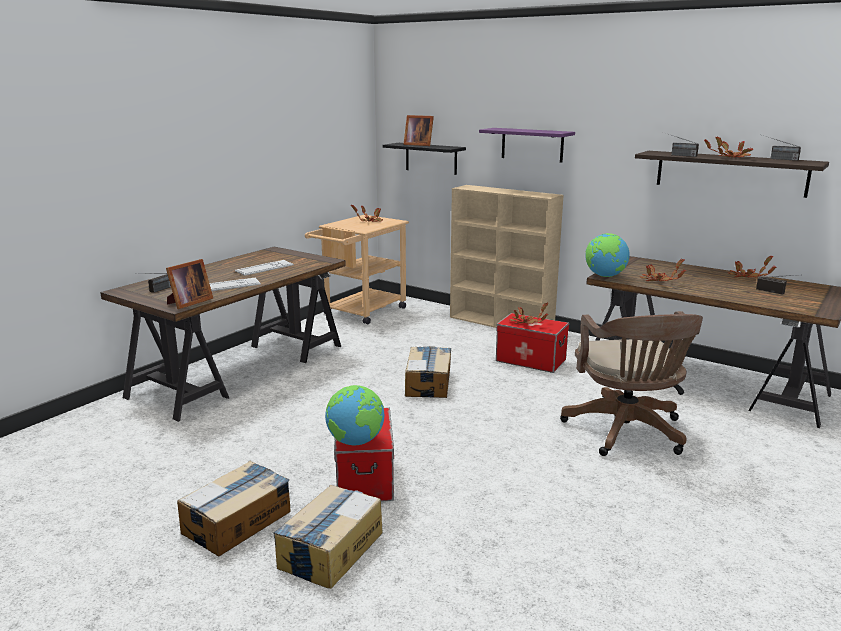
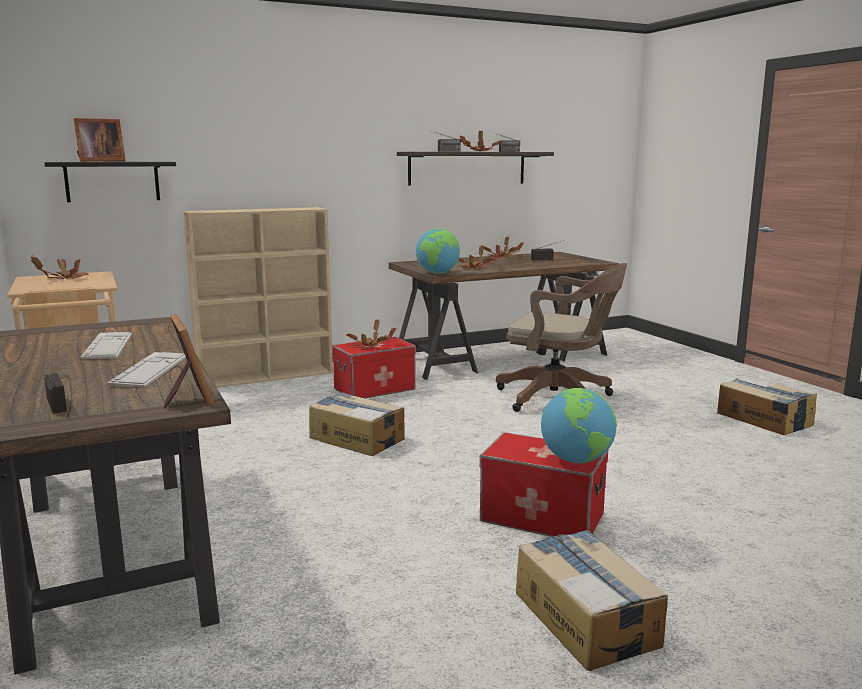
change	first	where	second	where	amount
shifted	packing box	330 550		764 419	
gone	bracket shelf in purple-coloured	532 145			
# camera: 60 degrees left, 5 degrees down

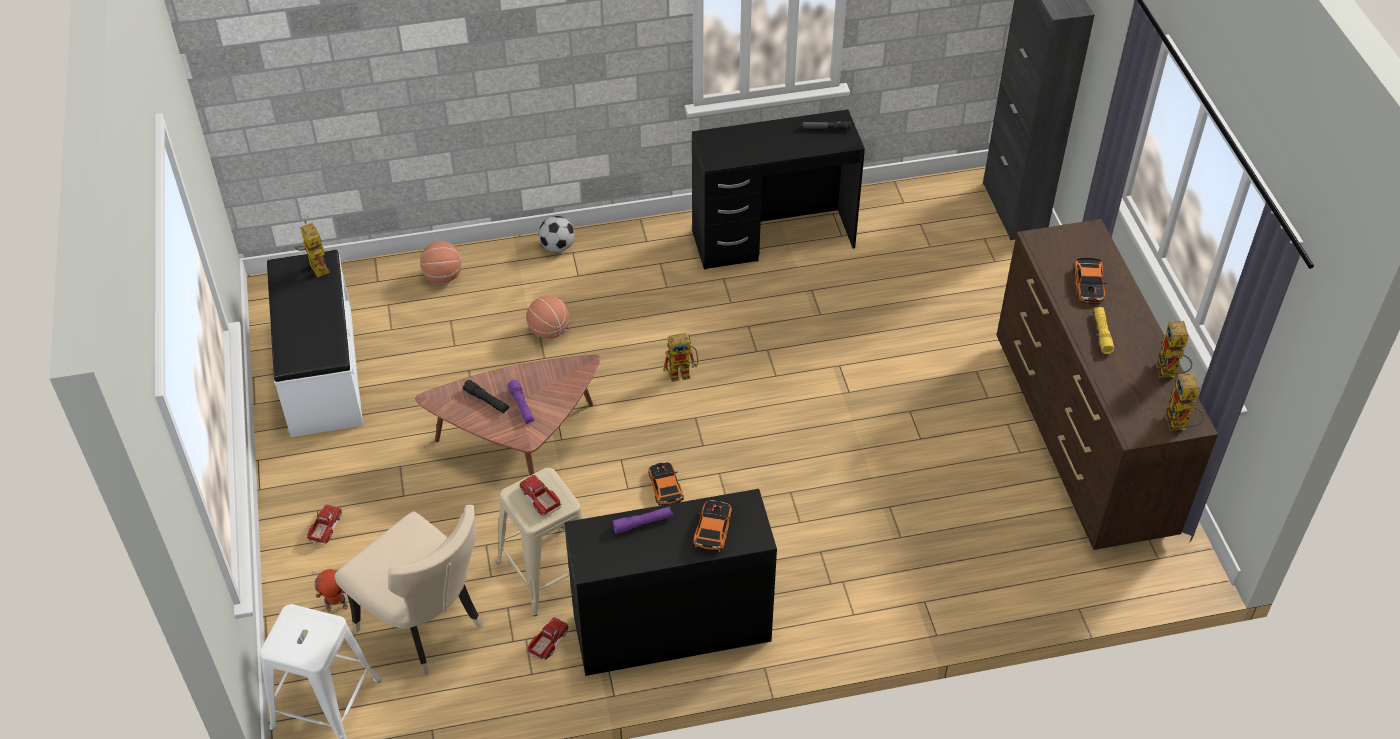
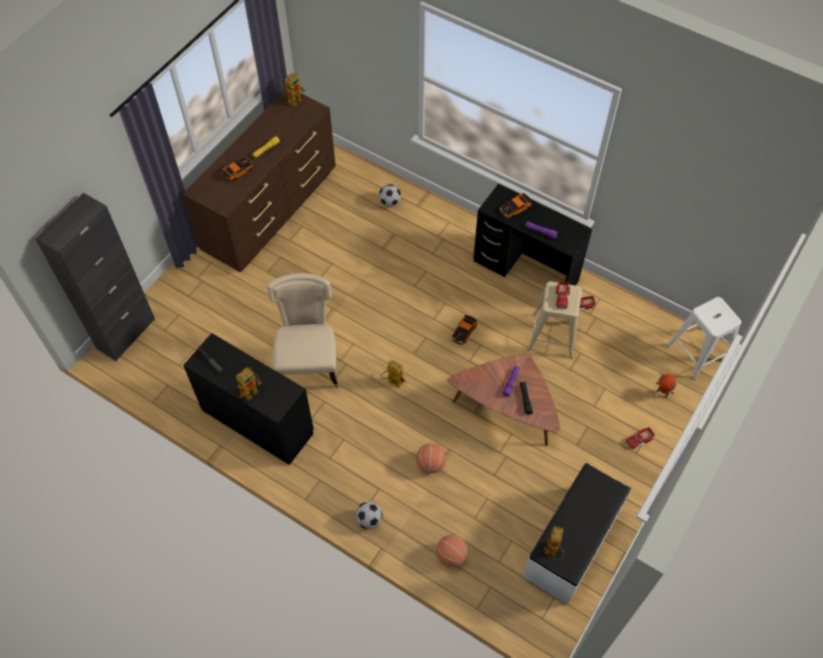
change	first	where	second	where	amount
shifted	robot figure	1168 373		252 389	
shifted	chair in sand-coloured	426 627		309 364	
new			football	390 202	
# camera: 135 degrees left, 10 degrees up

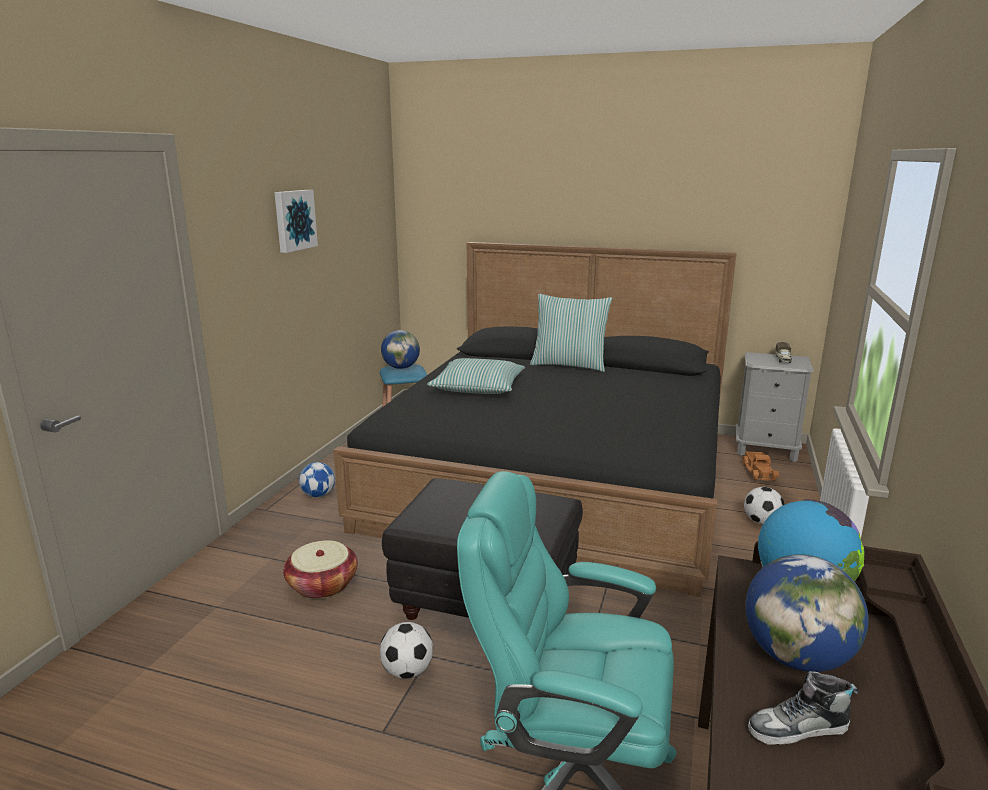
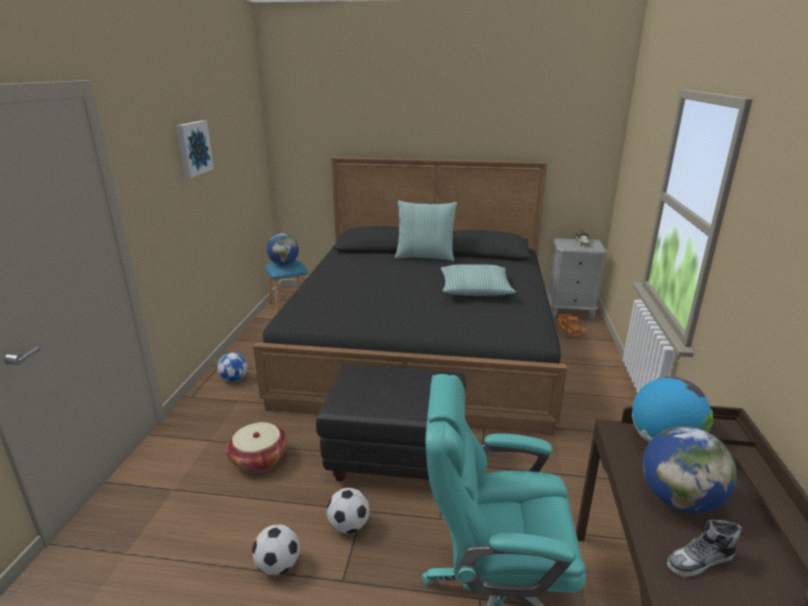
change	first	where	second	where	amount
shifted	football	762 522		278 566	
shifted	pillow	478 388		475 289	
# camera: 10 degrees left, 5 degrees up

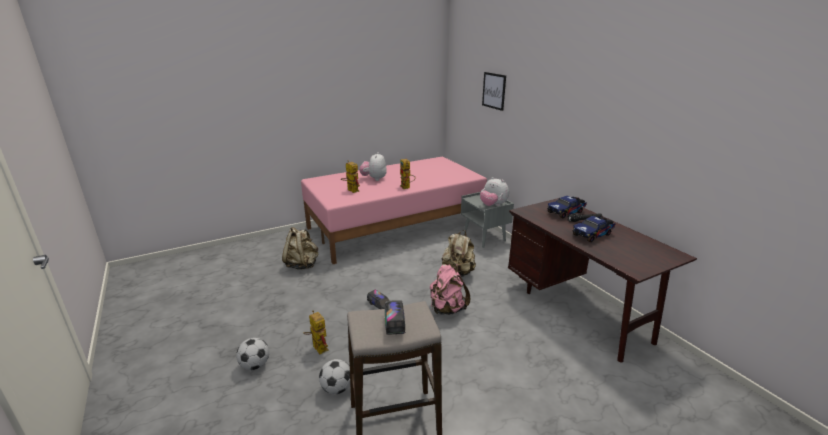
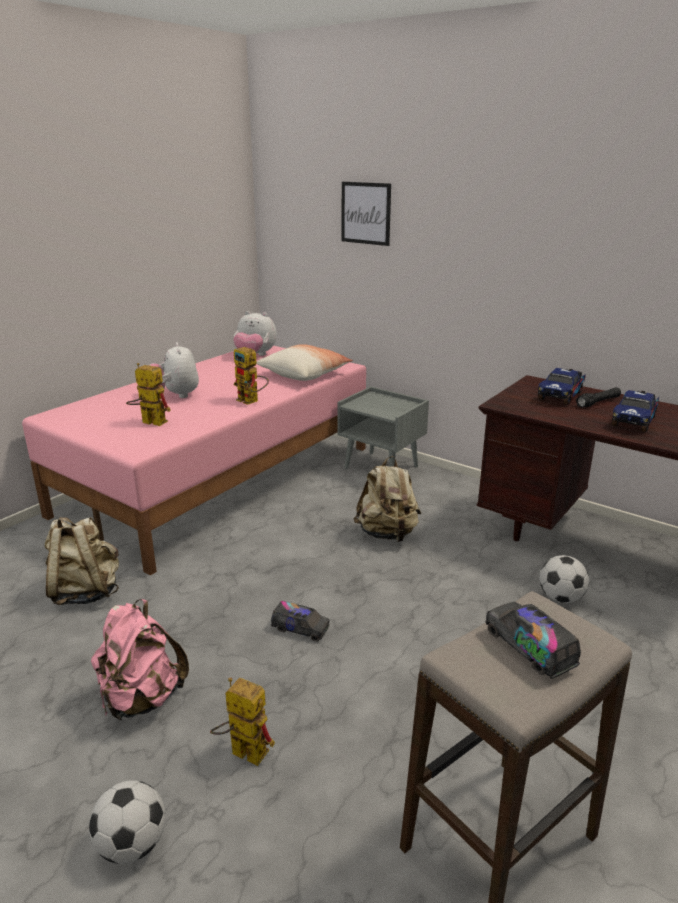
change	first	where	second	where	amount
shifted	backpack in pink	447 309		141 698	
shifted	plush toy	493 205		255 356	
new			pillow	305 374	
shifted	football	337 388		560 598	
# camera: 25 degrees left, 0 degrees up

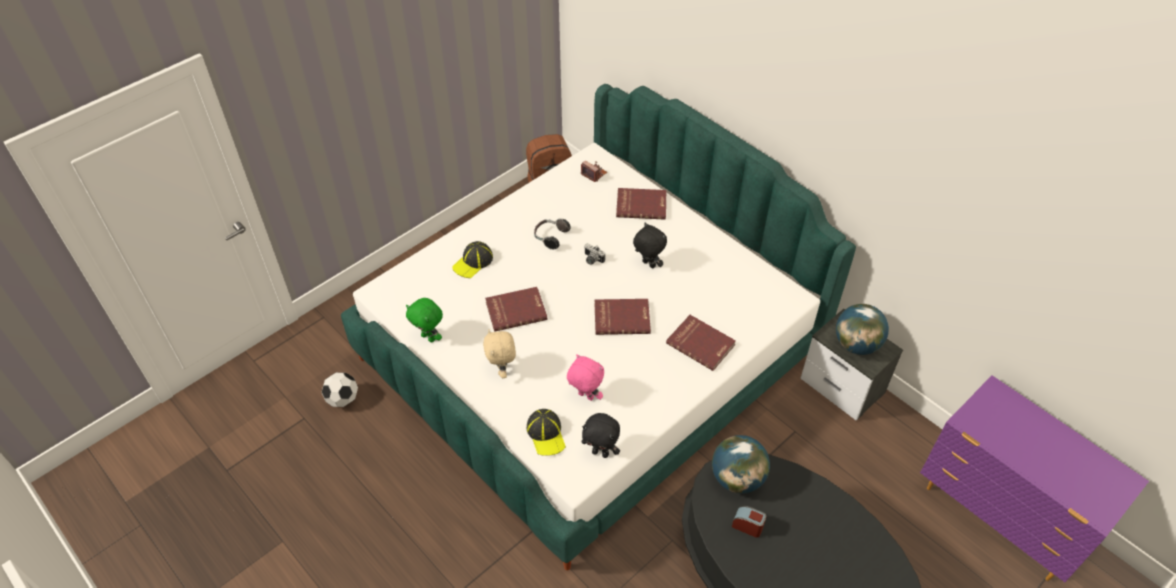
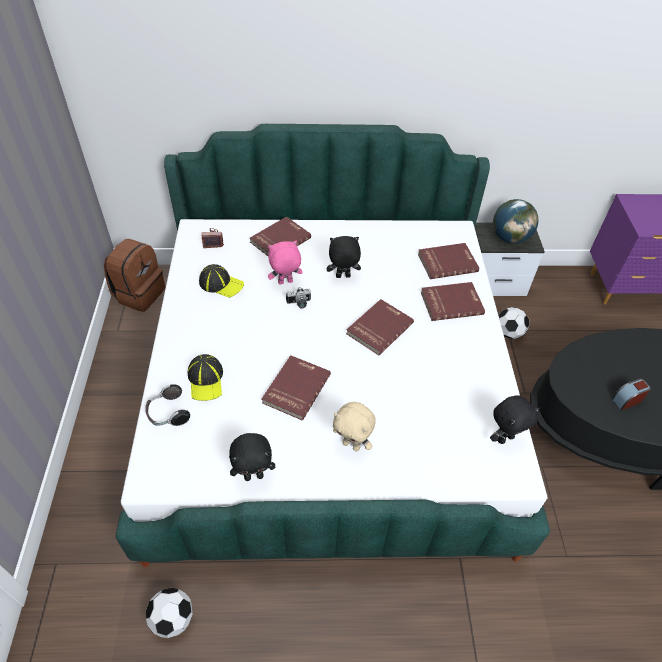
change	first	where	second	where	amount
shifted	headset	550 237		168 413	
shifted	peaked cap	546 434		221 284	
repainted	plush toy in greenish	429 337	plush toy in blackish	254 475	
shifted	plush toy in pink	585 396		285 283	
new			bound book in red	447 262	
new			football	508 333	
gone	desk globe	737 478			
# camera: 50 degrees left, 0 degrees up

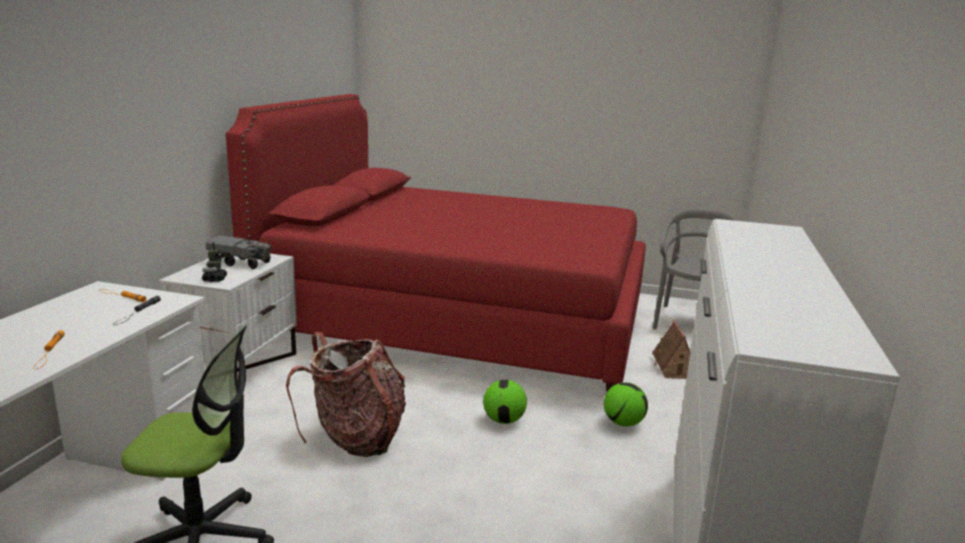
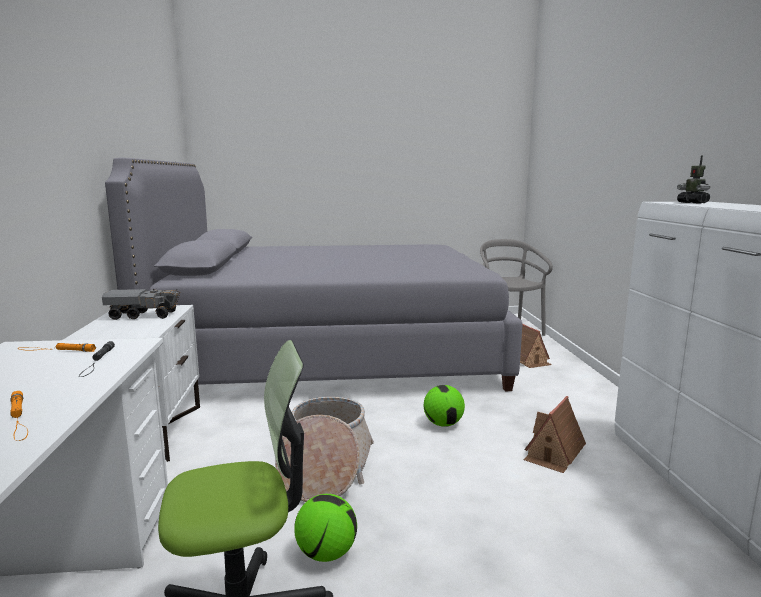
change	first	where	second	where	amount
repainted	sleeping bed in red	459 320	sleeping bed in grey	330 354	
swapped	backpack	356 437	basket	325 468	
shifted	football	623 423		327 553	
new			model house	553 453	
shifted	robot figure	215 279		692 203	
# camera: 20 degrees left, 5 degrees down

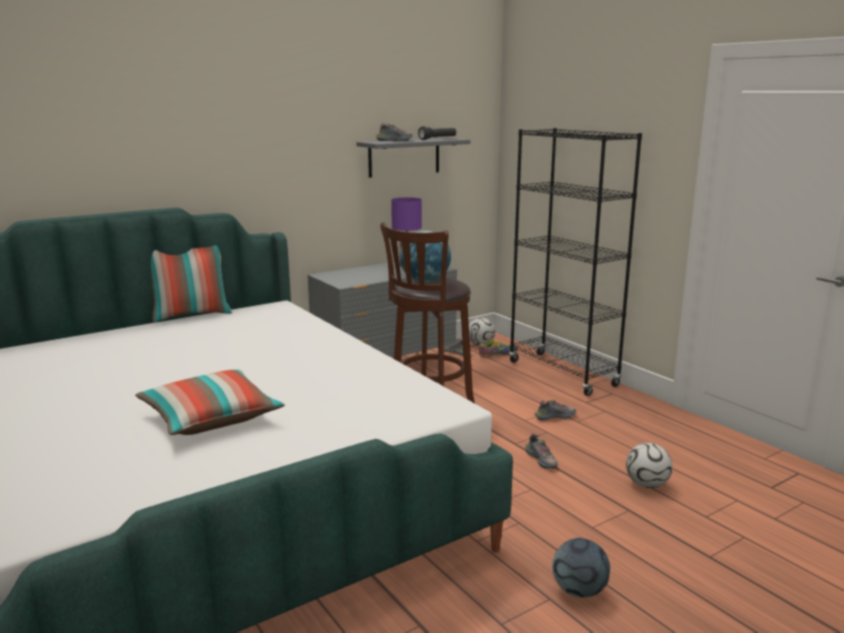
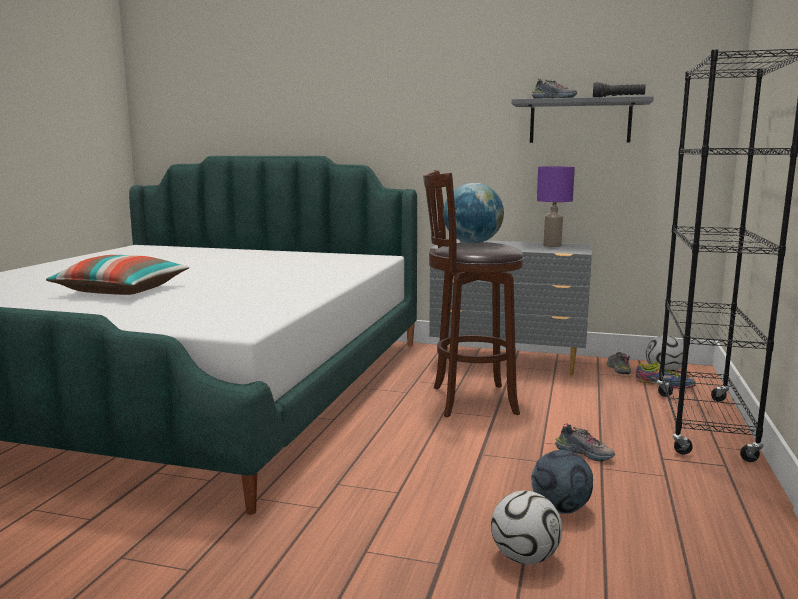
change	first	where	second	where	amount
shifted	football	579 590		560 508	
gone	pillow	191 315			
gone	item of footwear	542 460			
# camera: 50 degrees right, 5 degrees down

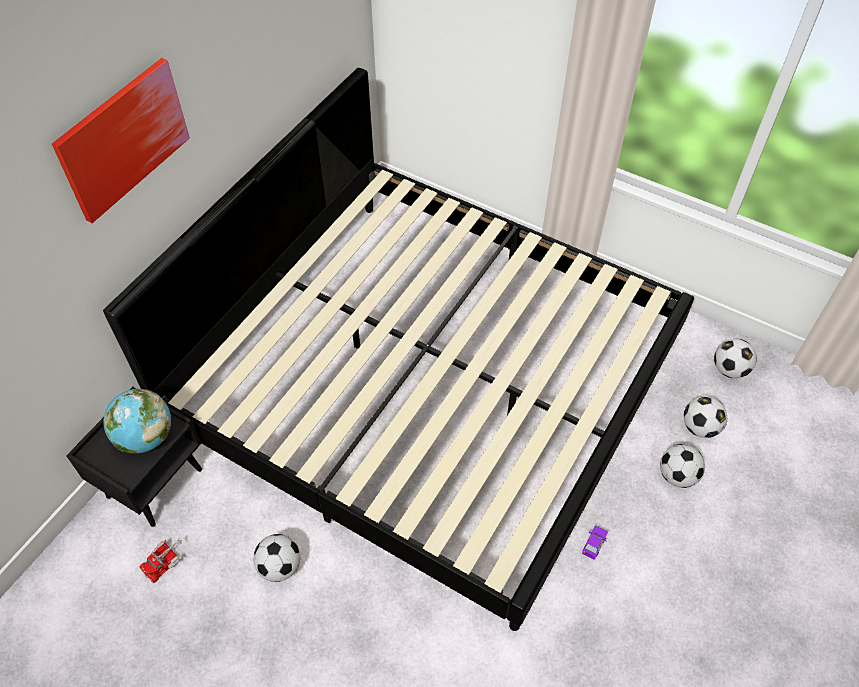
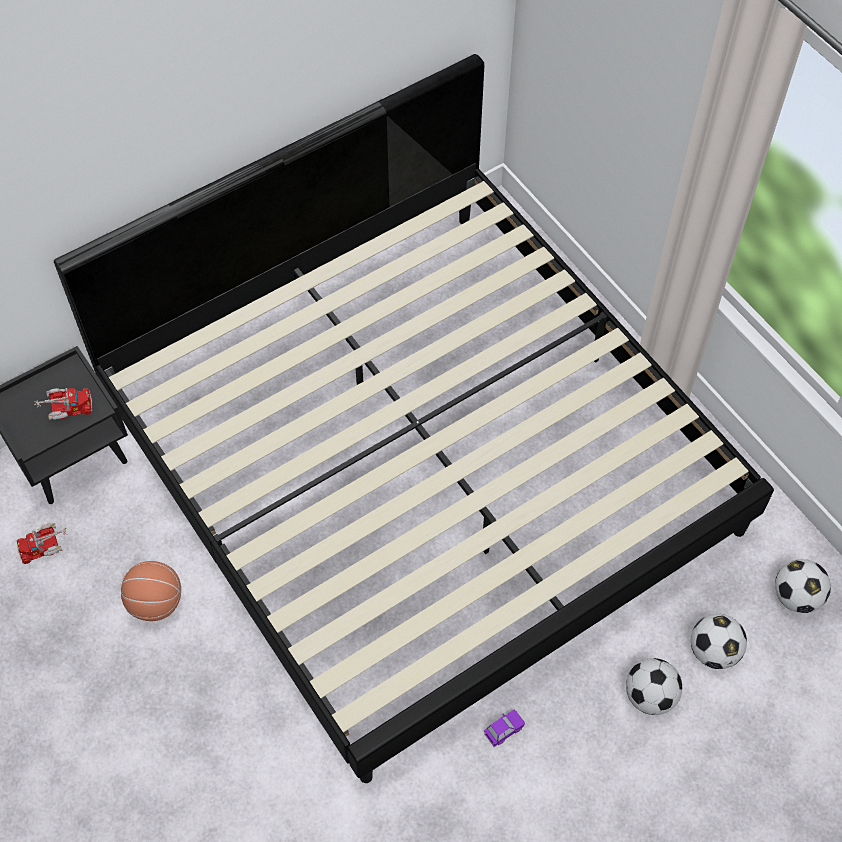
change	first	where	second	where	amount
swapped	desk globe	145 437	toy lorry	65 407	
swapped	football	280 566	basketball	155 602	
gone	picture	123 139			
# camera: 25 degrees right, 5 degrees up

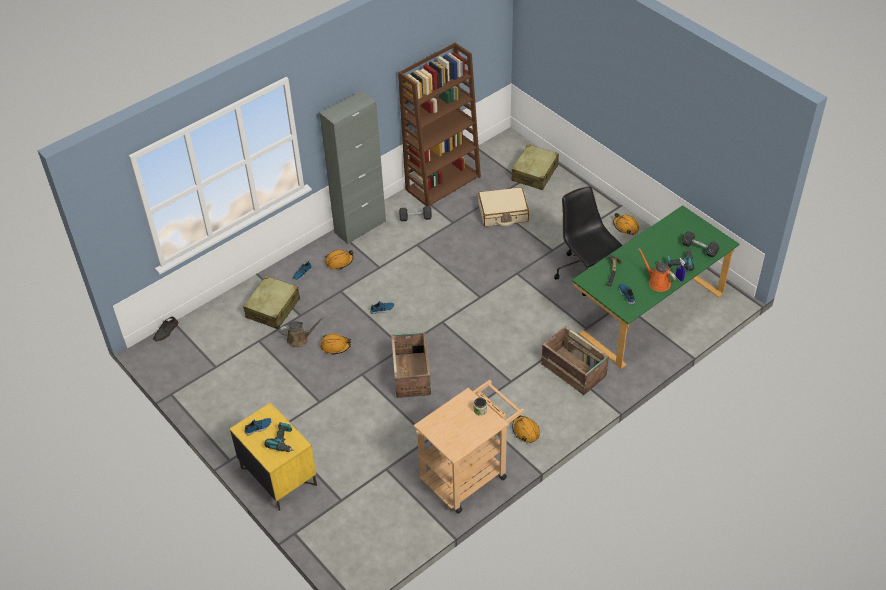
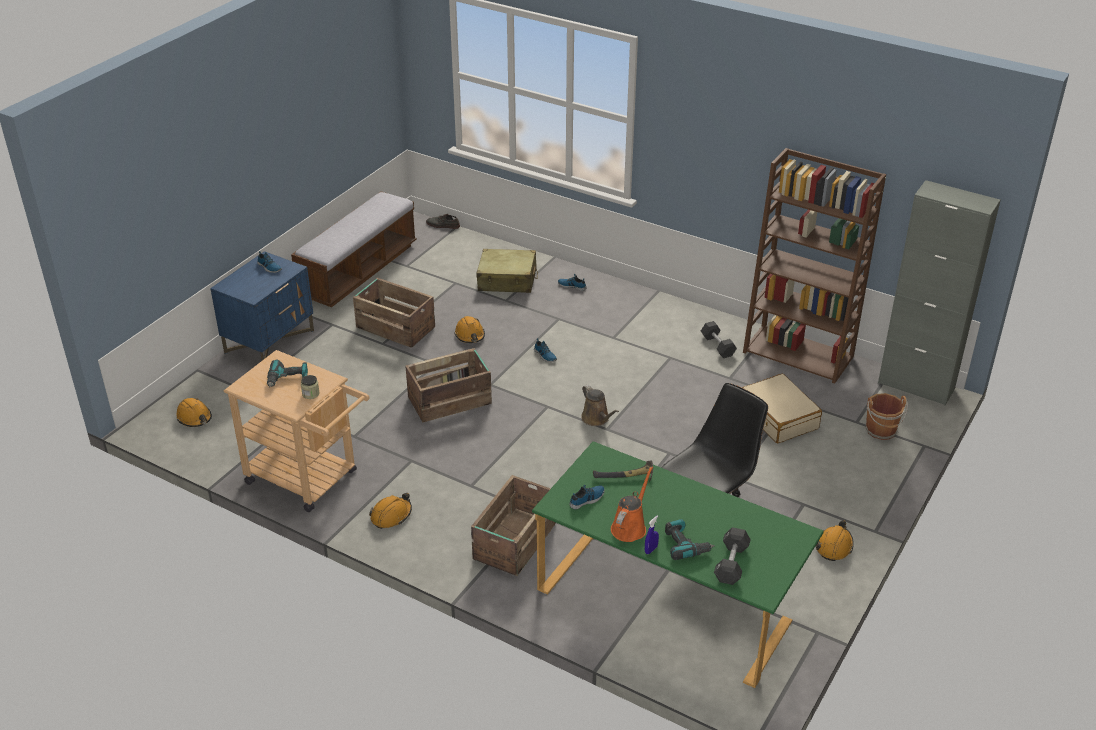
change	first	where	second	where	amount
shifted	hard hat in orangey	339 262		194 418	
repainted	night table in yellowish	278 476	night table in bluish	270 341	
shifted	drill	283 441		287 379	
new			indoor bench	359 270	
new			crate	395 327	
shifted	watering pot in brown	299 339		597 419	
swapped	suitcase in sand-coloured	535 173	bucket in brown	881 431	
shifted	storage cabinet in grey	360 227		916 386	
# camera: 70 degrees right, 10 degrees down

